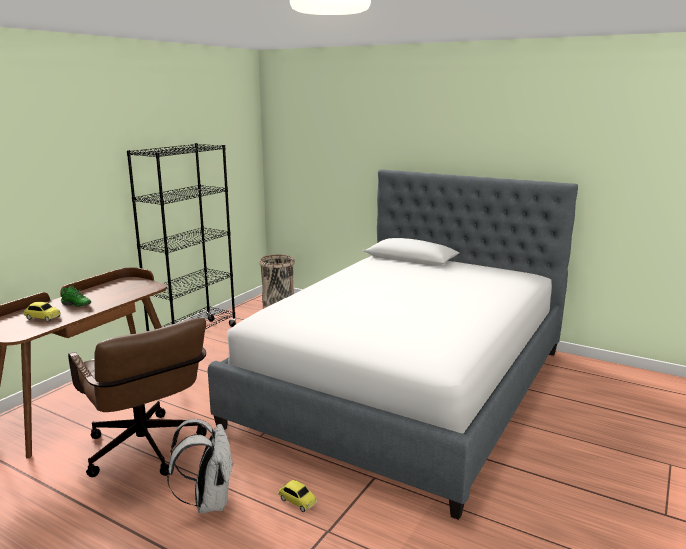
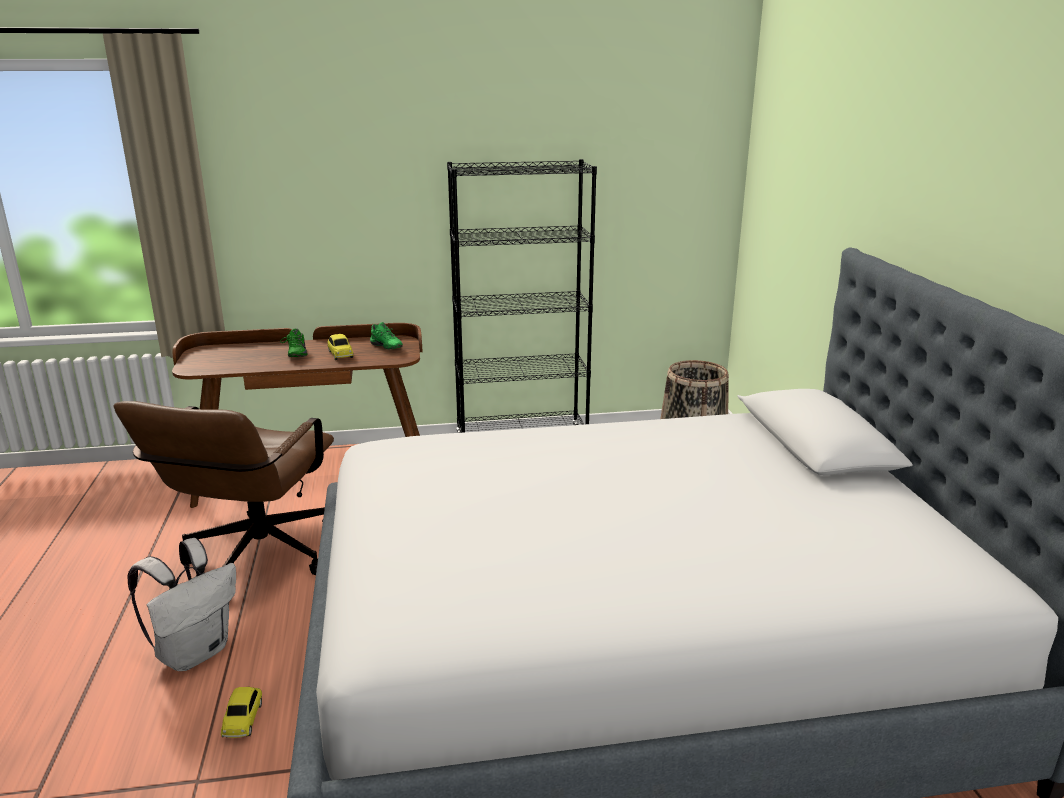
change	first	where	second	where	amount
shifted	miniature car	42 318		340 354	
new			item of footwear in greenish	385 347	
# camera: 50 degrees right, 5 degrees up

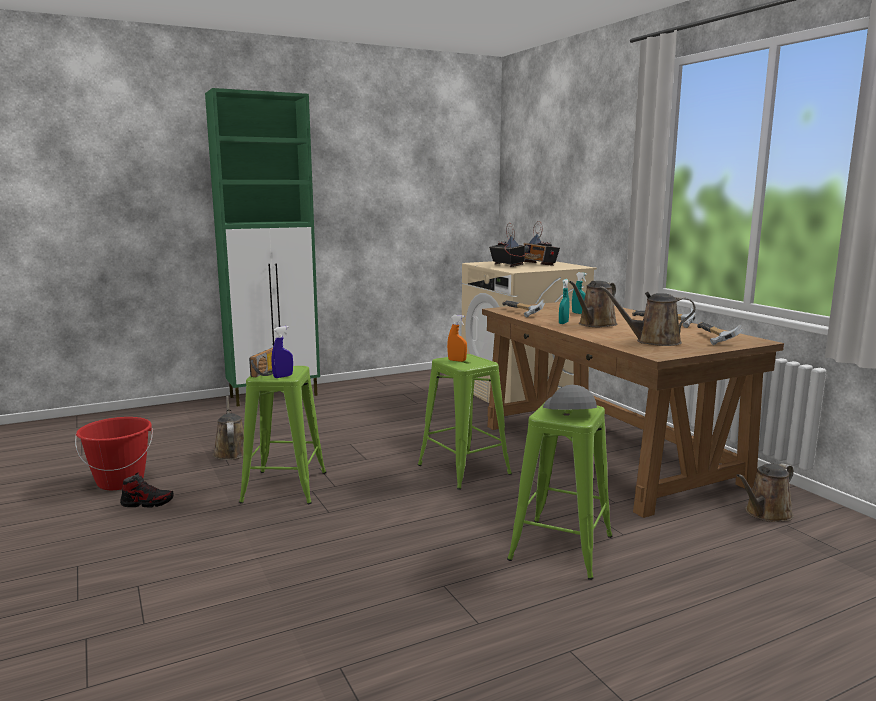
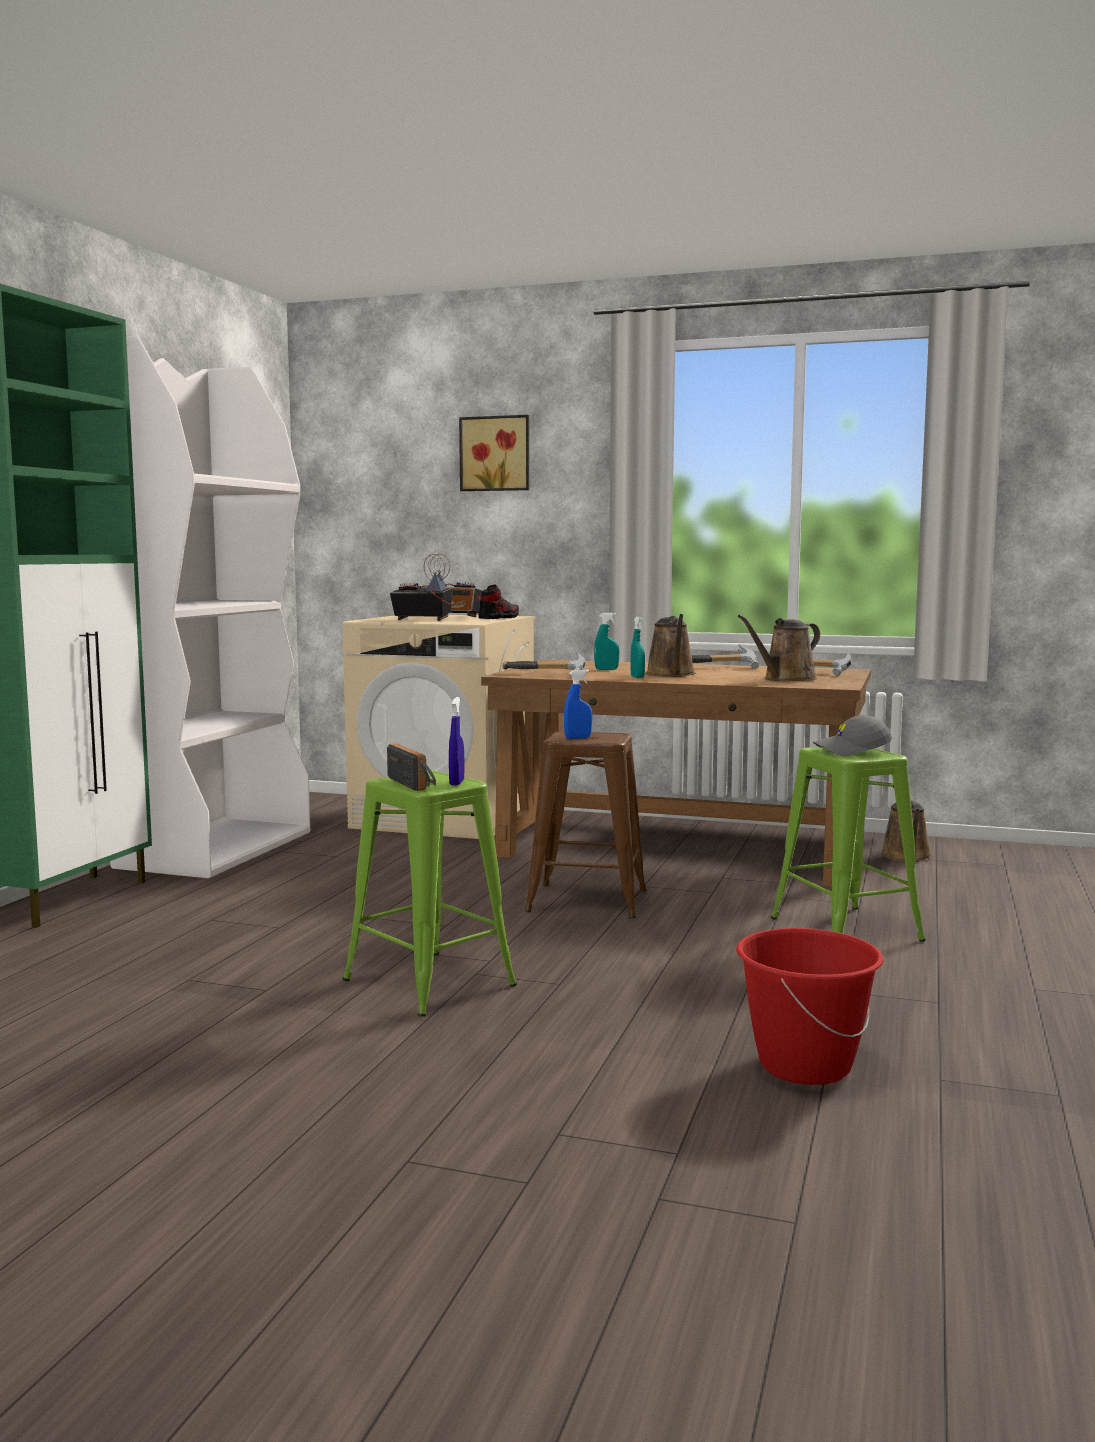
change	first	where	second	where	amount
new			shelving unit in white	216 849	
new			picture	496 454	
shifted	item of footwear	147 503		499 618	
repainted	stool in greenish	464 470	stool in brown	588 901	
repainted	sprayer in orangey	457 360	sprayer in bluish	578 738	
shifted	bucket in red	120 481		804 1065	
rotated	peaked cap in grey	568 411		851 751	45 degrees counterclockwise
gone	watering pot in brown	231 452			
# camera: 45 degrees left, 5 degrees down

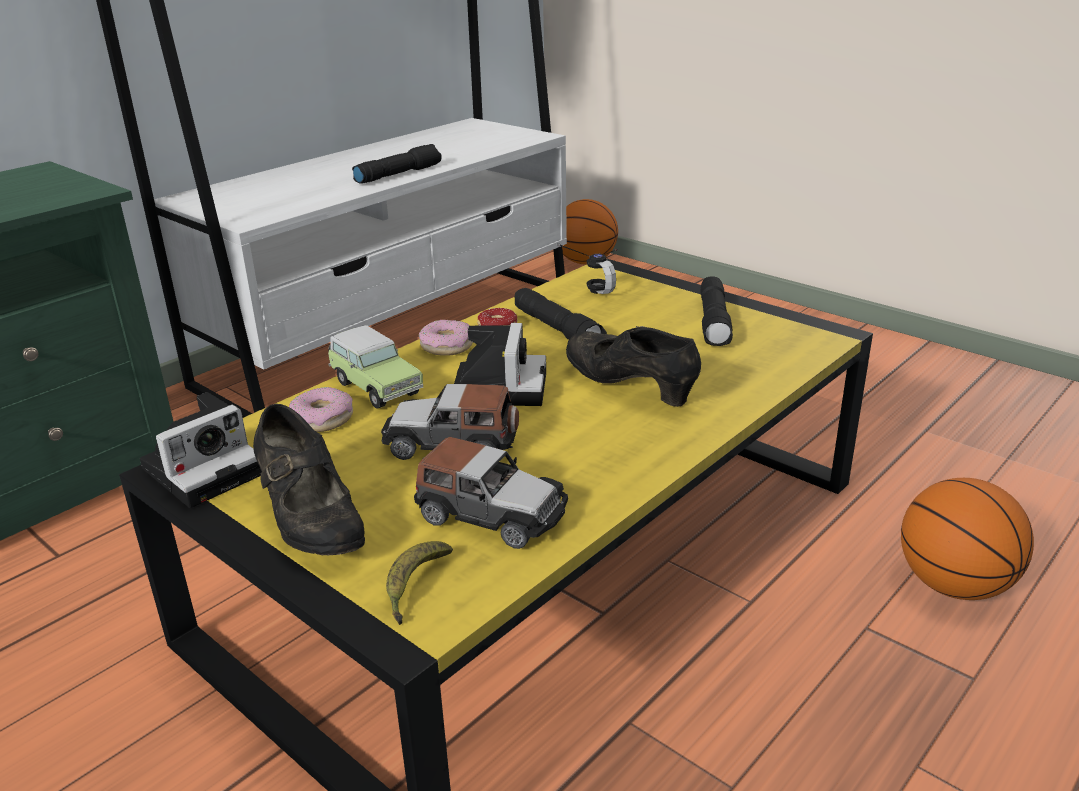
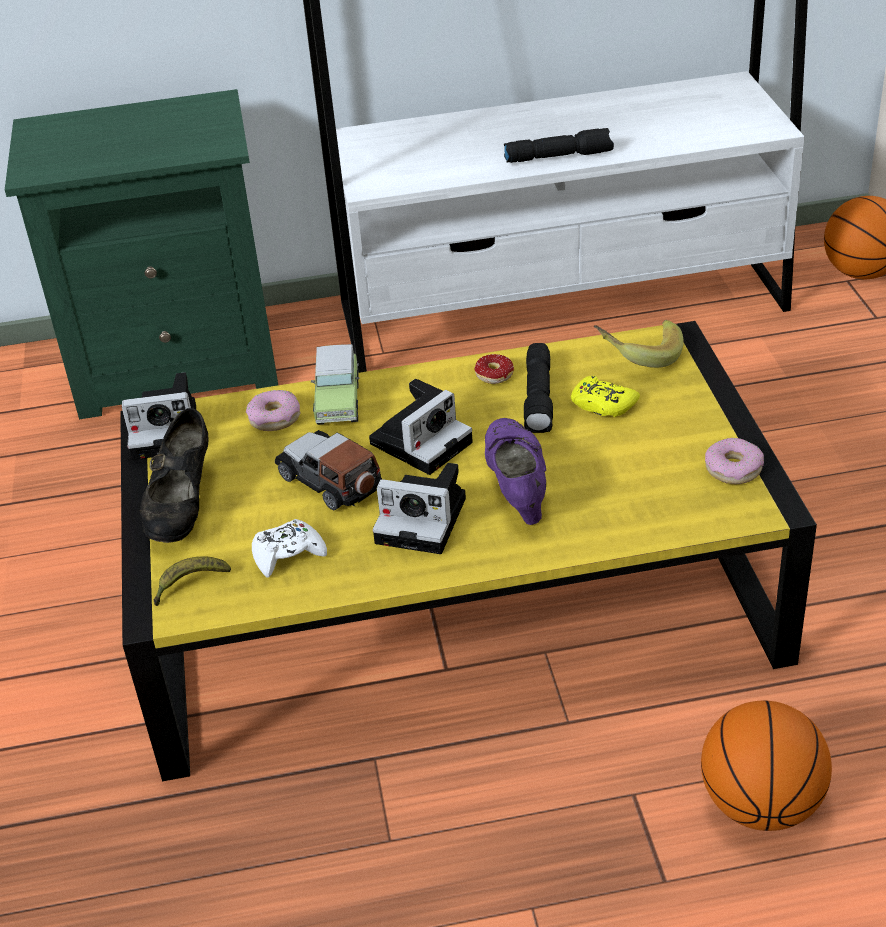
change	first	where	second	where	amount
swapped	miniature car	490 514	joypad in white	288 554	
new			still camera	425 520	
repainted	item of footwear in blackish	630 388	item of footwear in purple-coloured	516 488	
new			joypad in yellowish	602 404	
swapped	headset	595 285	whole banana	638 355	
shifted	ring doughnut	447 346		733 469	
gone	torch in blackish	715 322			
# camera: 40 degrees right, 10 degrees up

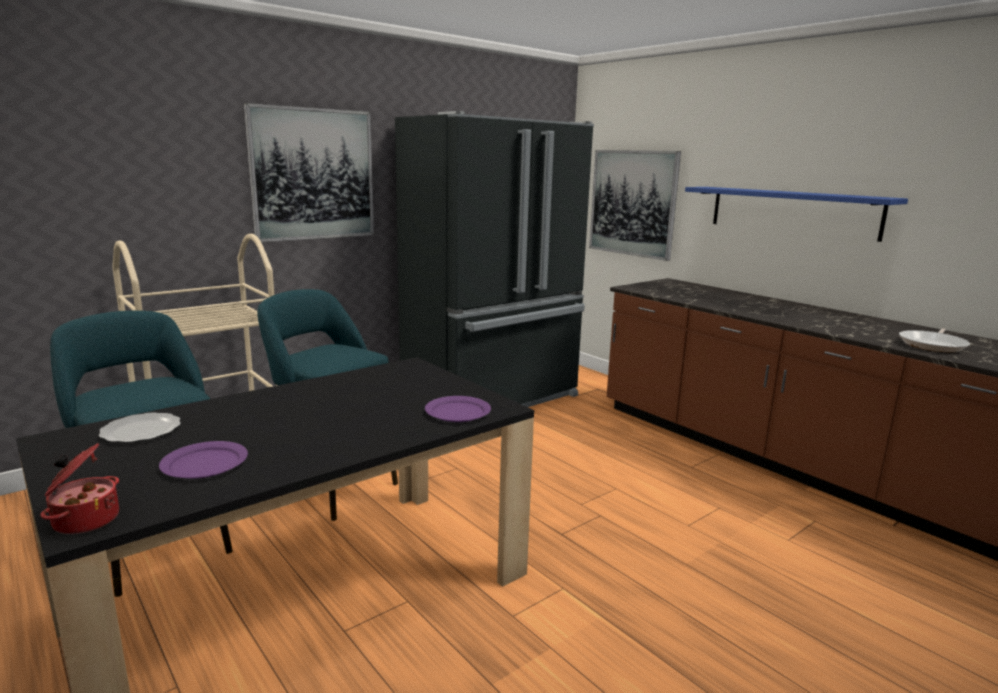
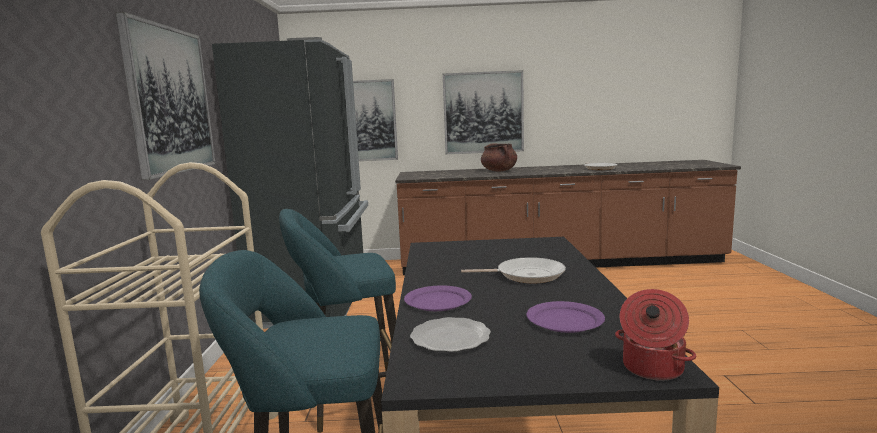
change	first	where	second	where	amount
shifted	dinner plate in purple-coloured	457 412		437 301	
swapped	bracket shelf in bluish	792 212	picture	483 112	
new			skillet	526 275	
new			stockpot in brown	499 171	
# camera: 50 degrees left, 5 degrees down

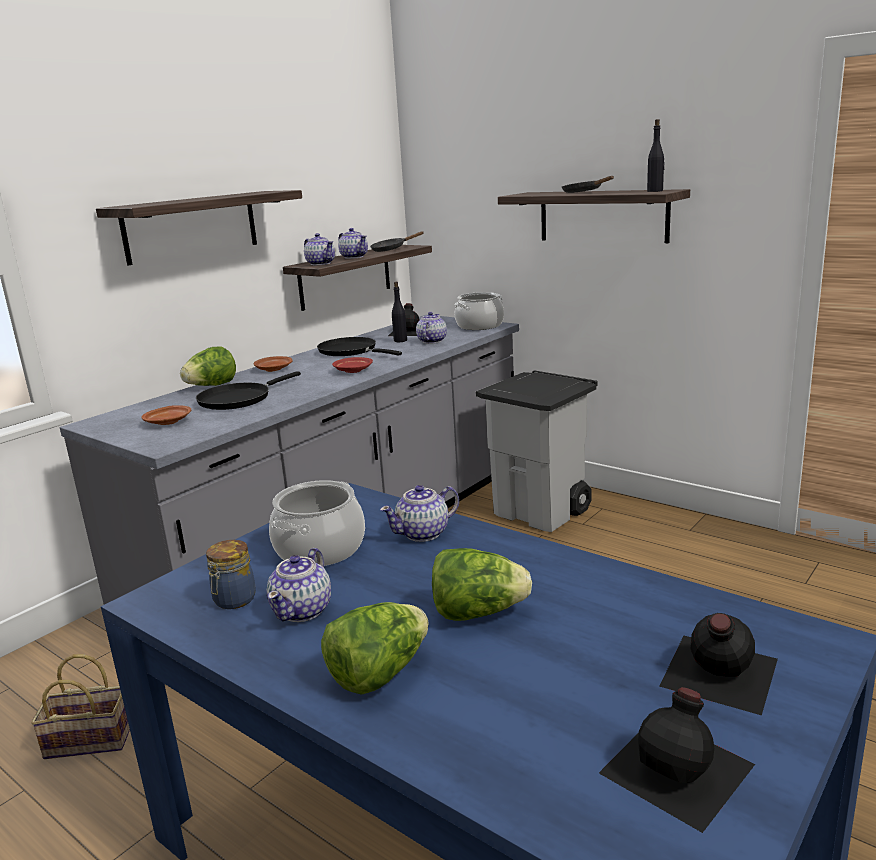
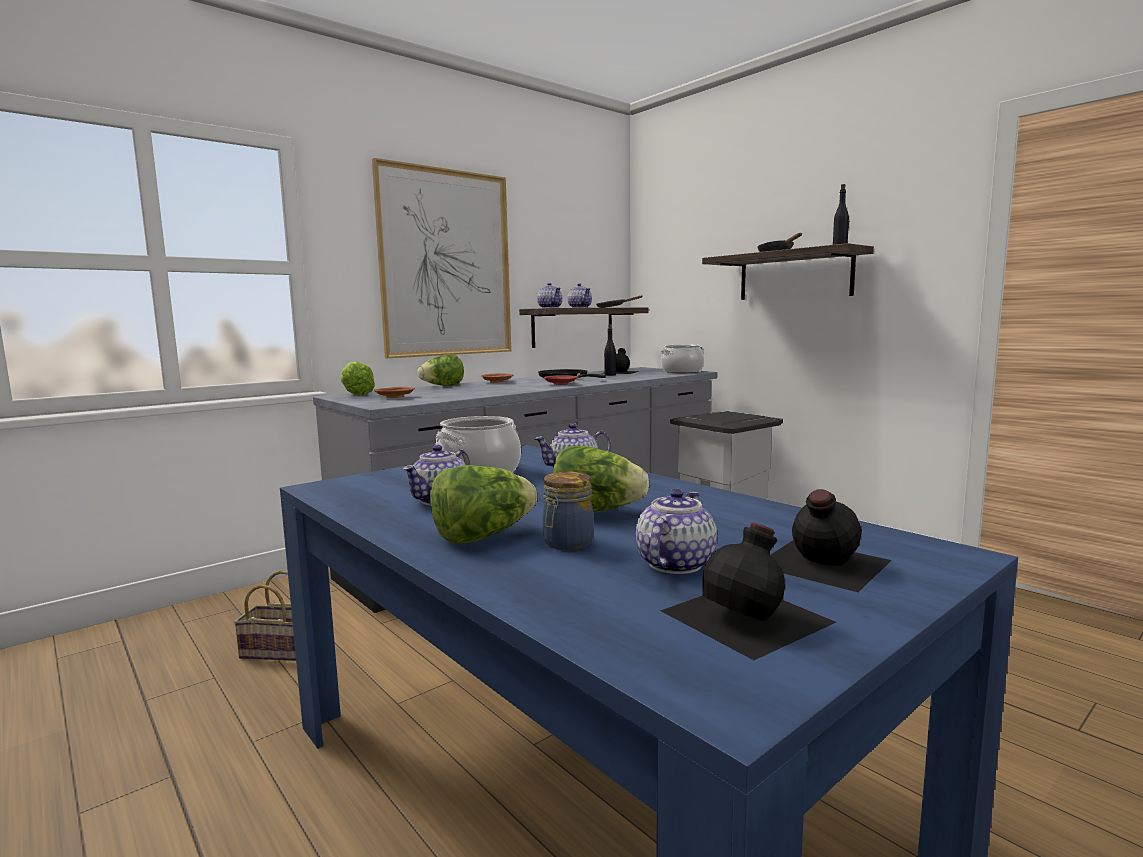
change	first	where	second	where	amount
new			lettuce head	356 394	
swapped	bracket shelf	191 226	picture	446 264	
shifted	preserve jar	233 600		566 543	
shifted	pot for tea	431 341		674 564	
gone	skillet in blackish	238 399			
# camera: 10 degrees right, 10 degrees down

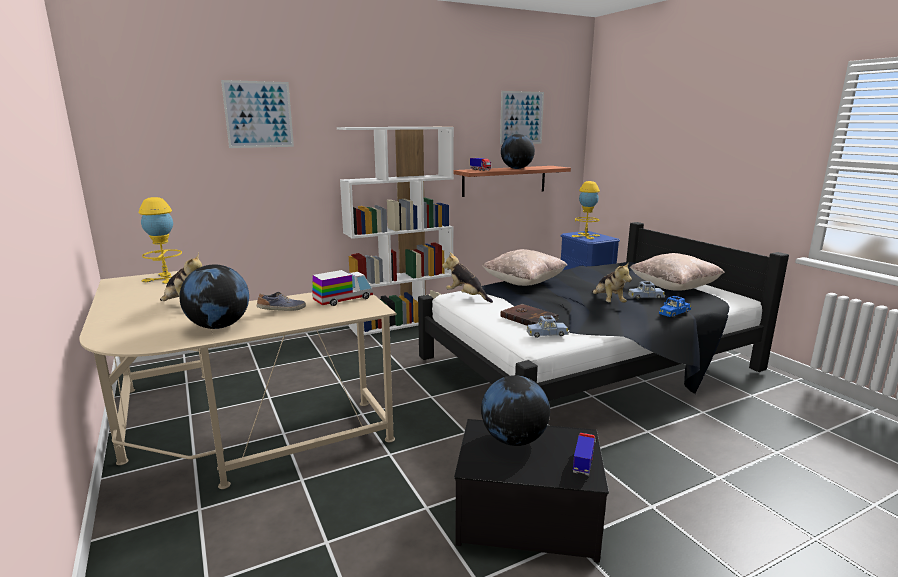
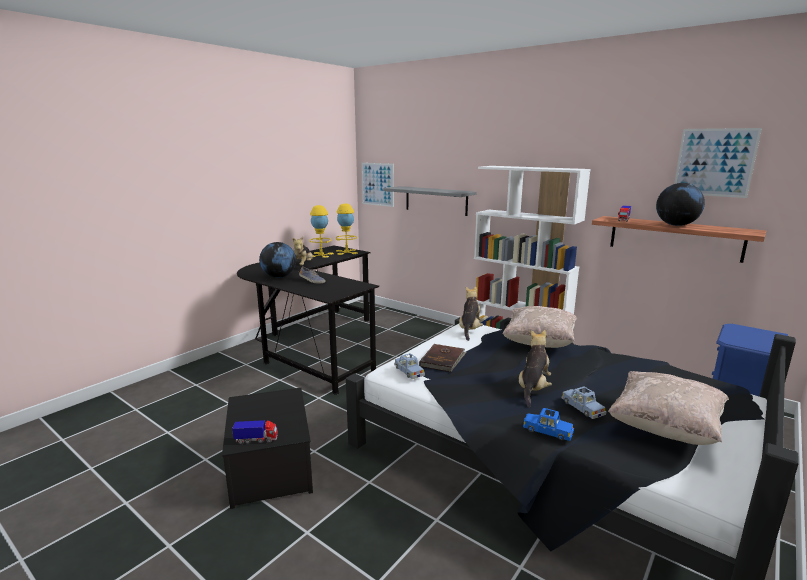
change	first	where	second	where	amount
repainted	desk unit in sand-coloured	225 432	desk unit in blackish	313 346	
shifted	tabletop lamp in yellowish	585 236		321 255	
shifted	picture	258 114		377 184	
new			bracket shelf in grey	436 200	
rotated	plush toy	608 302		533 388	150 degrees clockwise
gone	toy lorry	343 299			
gone	desk globe	514 439			
# camera: 65 degrees right, 0 degrees up

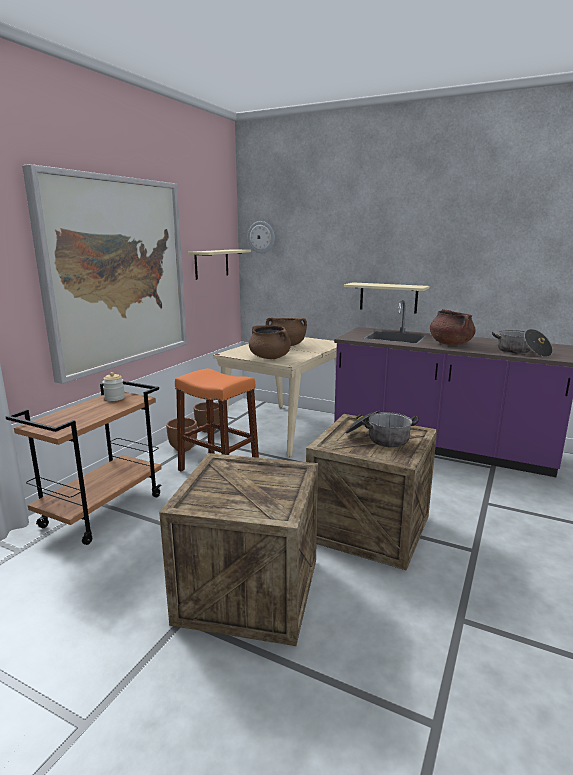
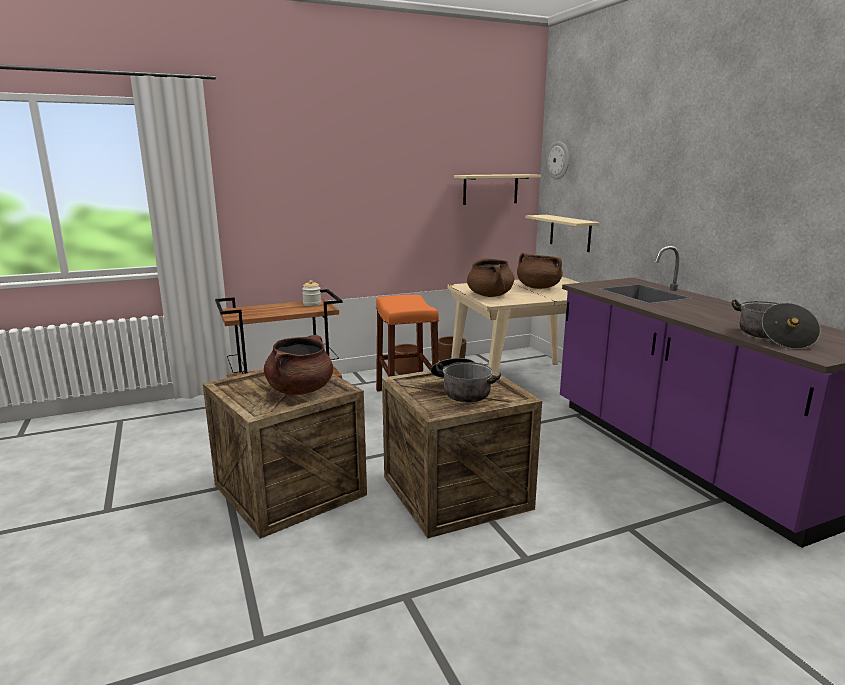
change	first	where	second	where	amount
shifted	stockpot in brown	450 343		300 390	
shifted	bracket shelf in sand-coloured	388 297		570 233	
gone	picture	117 273			
# camera: 40 degrees right, 0 degrees up

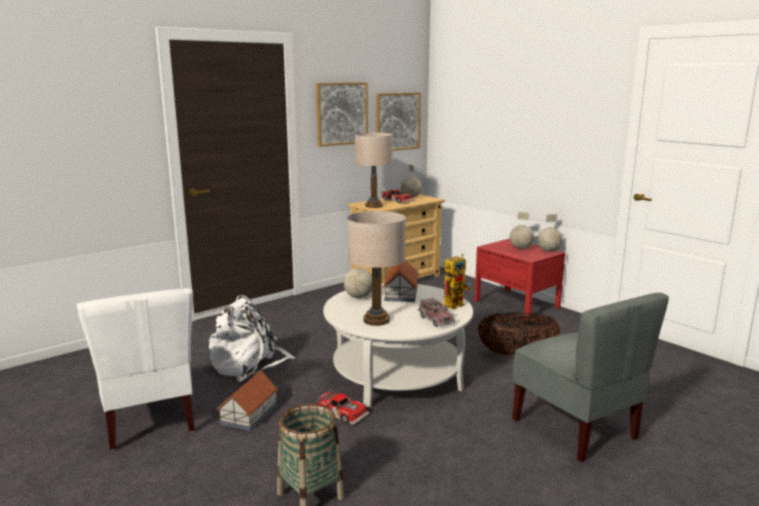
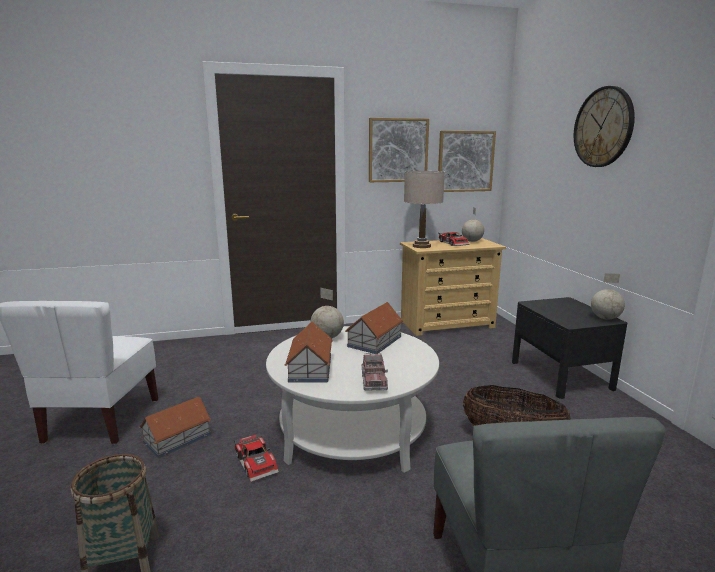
change	first	where	second	where	amount
swapped	tabletop lamp in sand-coloured	376 320	model house	311 368	
repainted	night table in red	516 304	night table in blackish	560 375	
new			wall clock	603 127	
gone	backpack in white	249 364			
gone	robot figure	455 304			
gone	desk globe	521 248			
# camera: 25 degrees right, 0 degrees up

